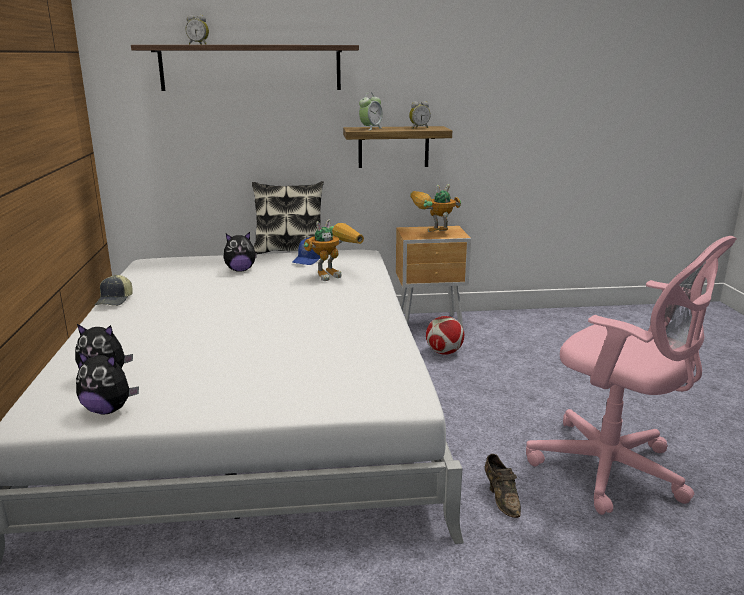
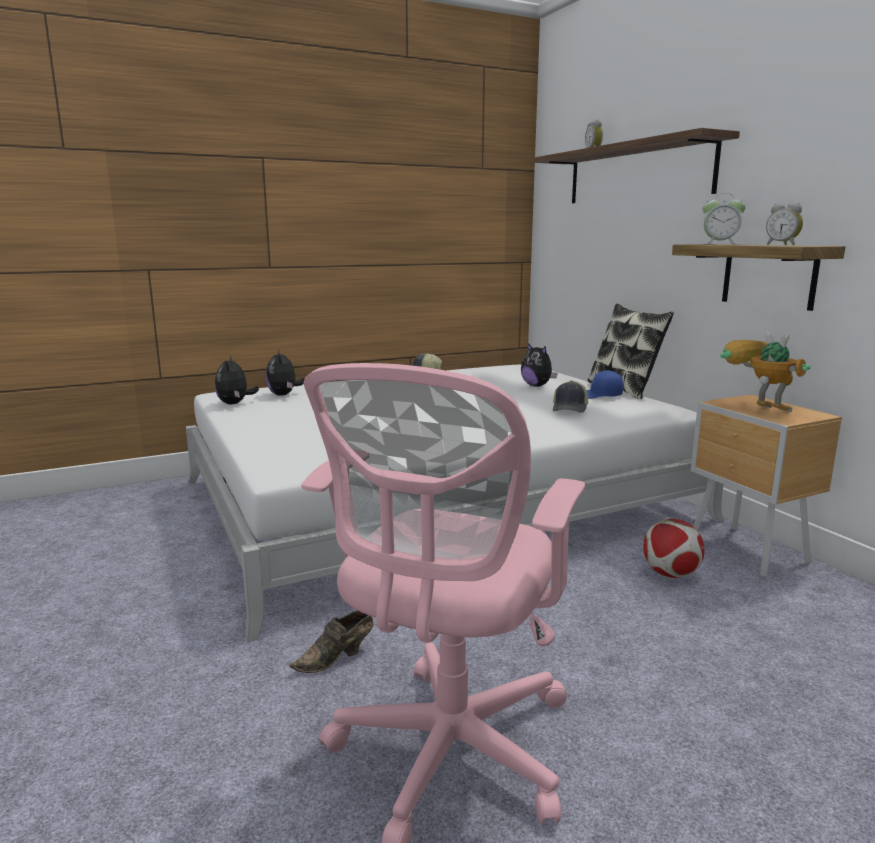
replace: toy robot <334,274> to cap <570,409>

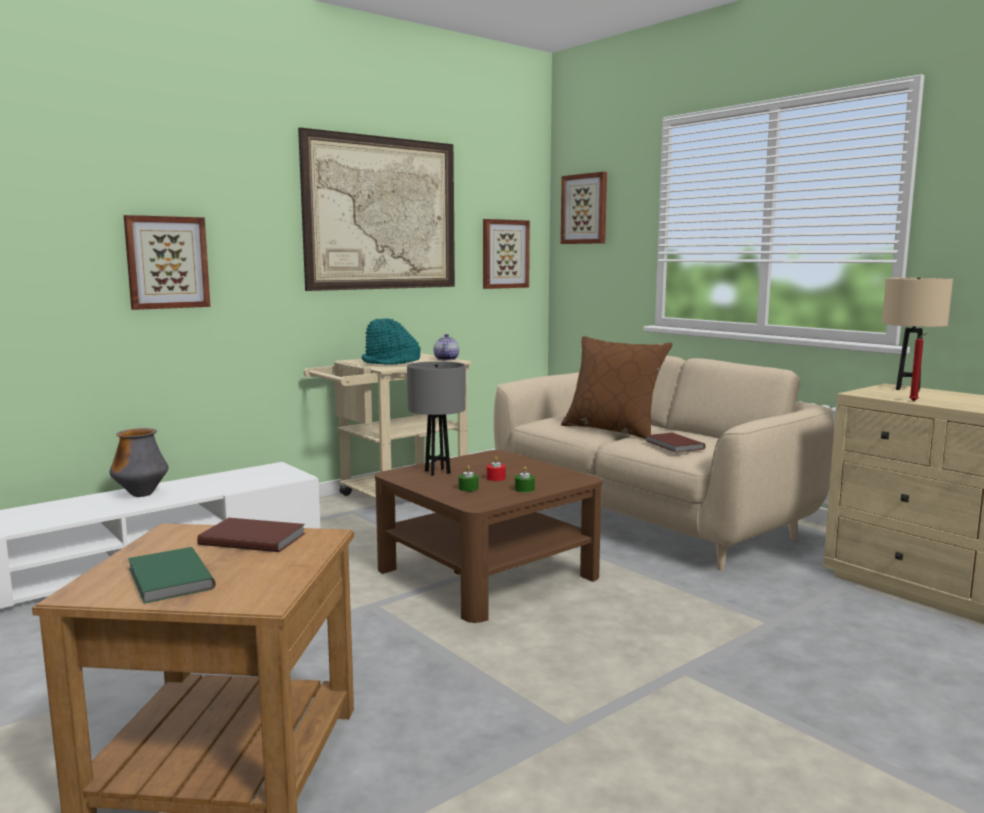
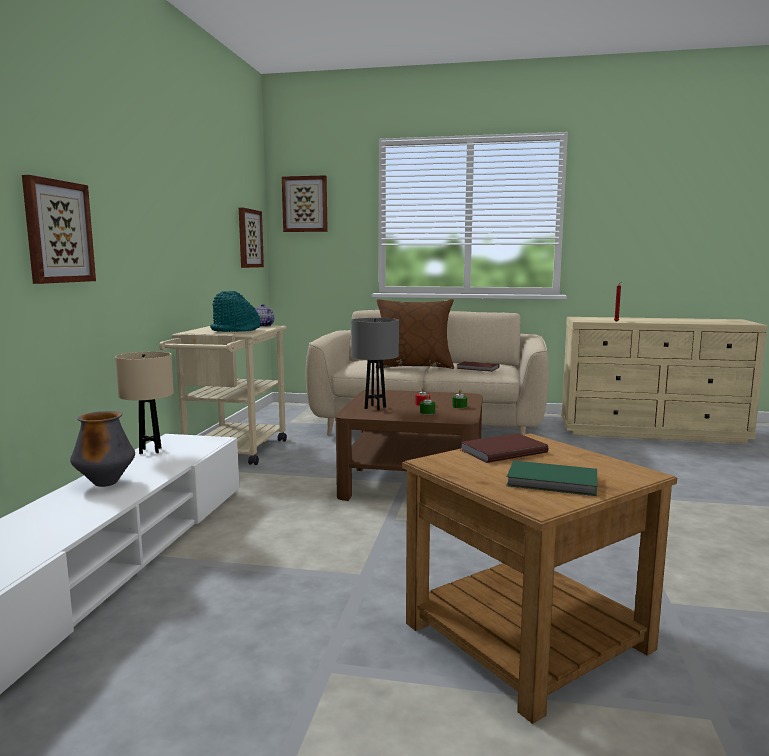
delete: picture <382,214>
move: table lamp (beige) <907,389> to <150,451>

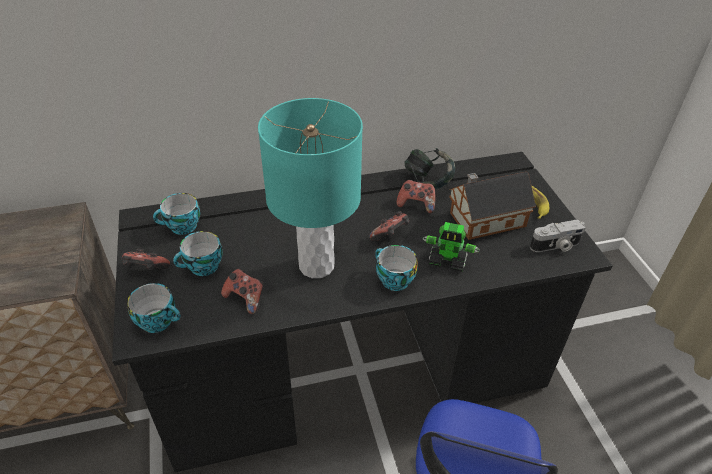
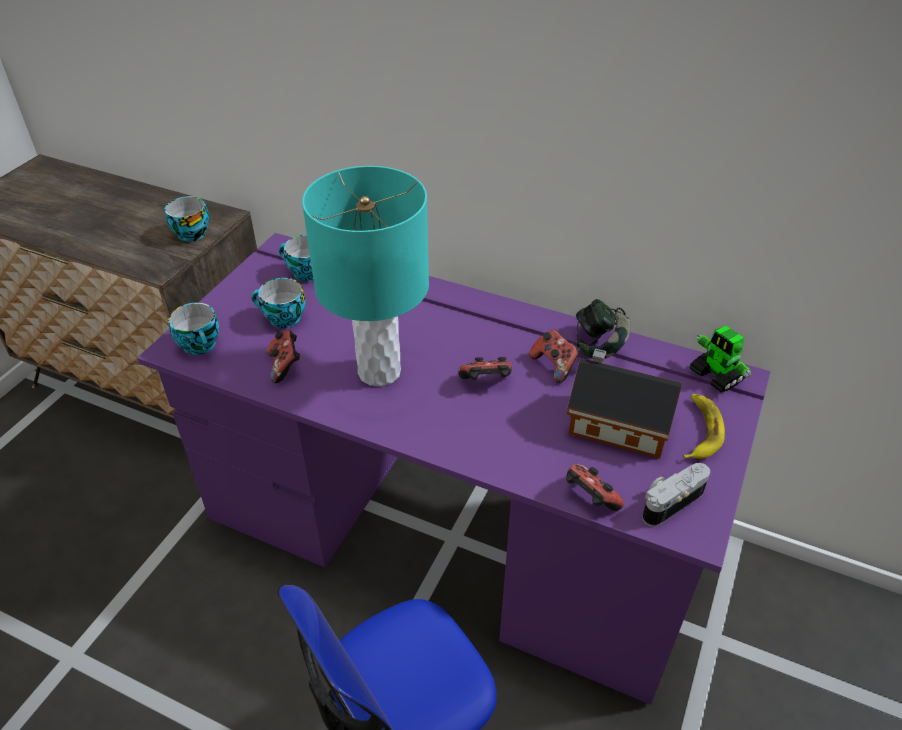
move: game controller <146,270> to <589,499>; cup <392,280> to <191,232>; toy robot <448,261> to <716,376>
recolor: desk (black) <353,364> to desk (purple) <451,529>
rotate: photo camera <555,246> = <670,501> 120 degrees clockwise

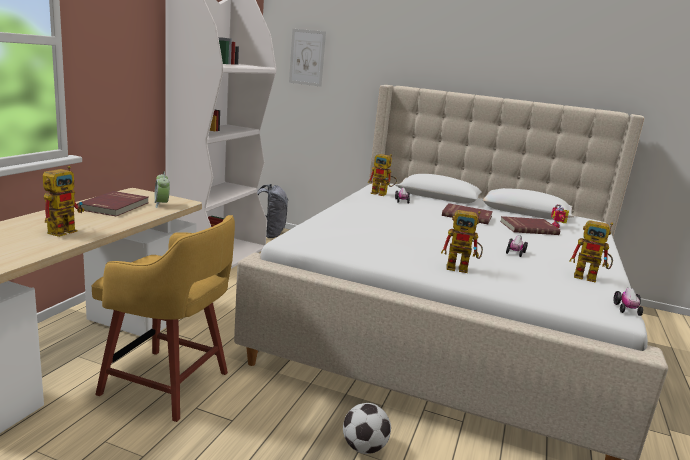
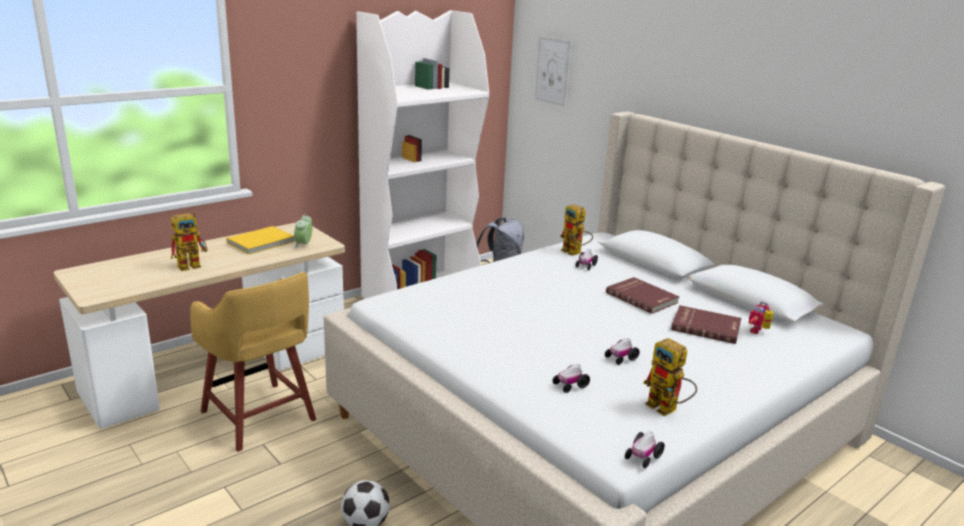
delete: toy robot <462,268>
insert: toy car <570,385>
recolor: book (red) <115,206> to book (yellow) <261,243>

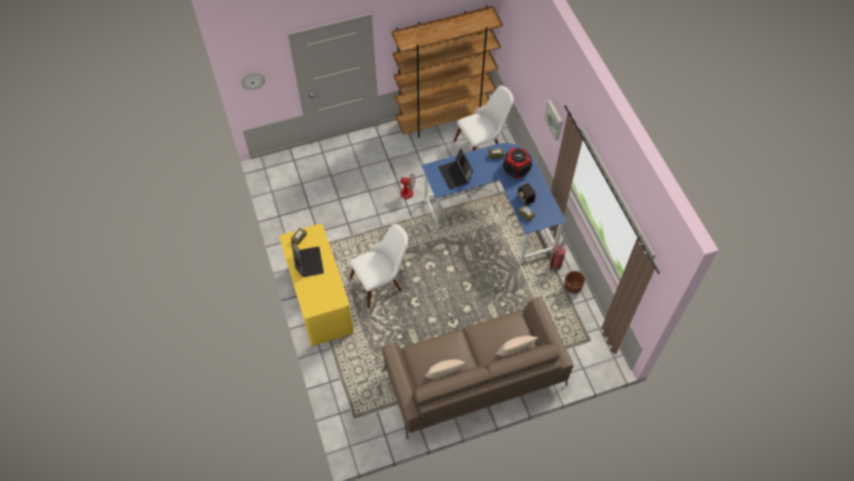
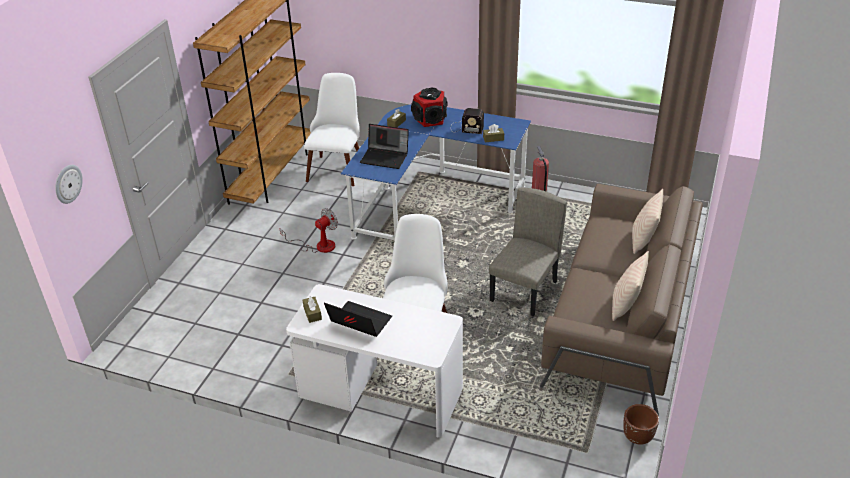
delete: picture <554,119>
insert: chair (beige) <524,291>
move: planter (brown) <572,288> to <638,437>
recolor: desk (yellow) <319,299> to desk (white) <379,394>

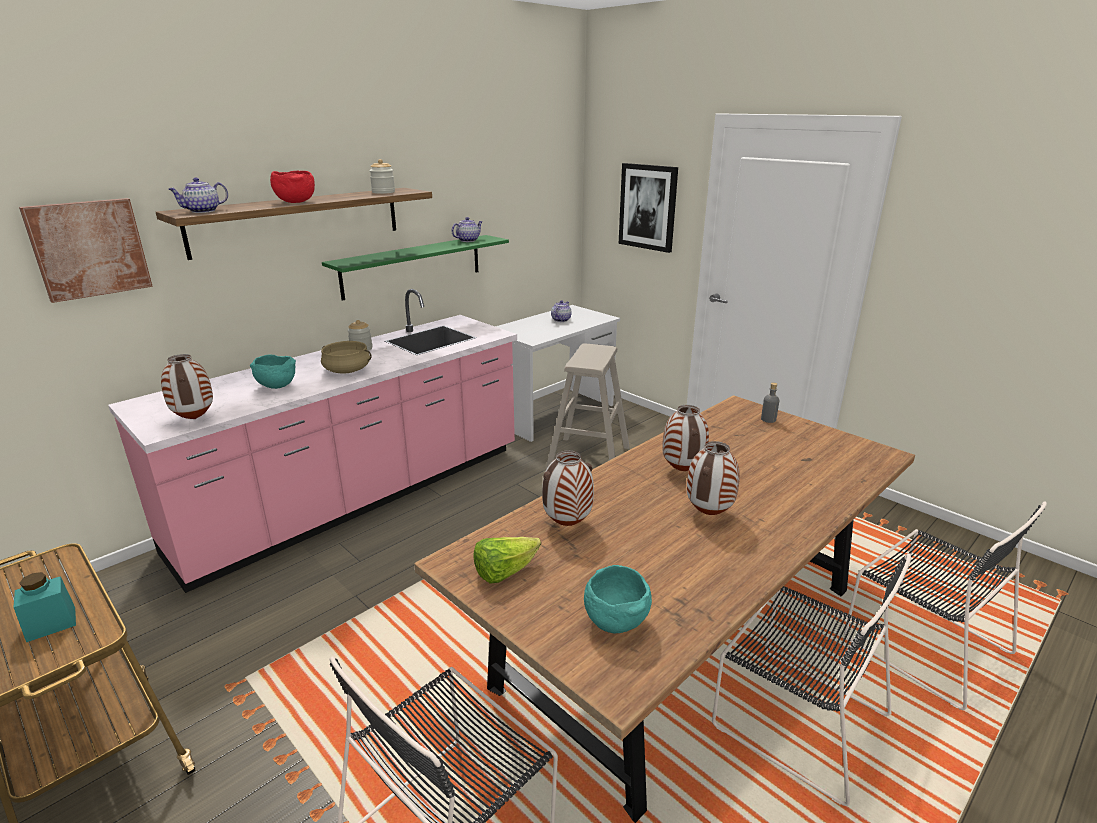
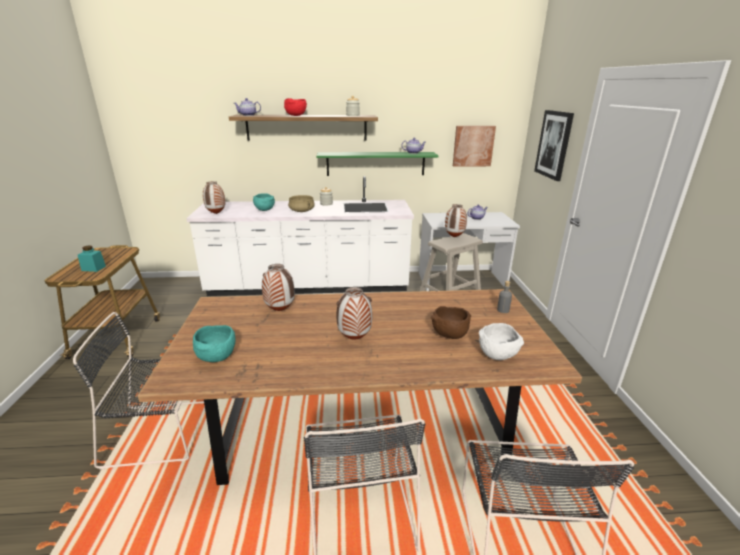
delete: lettuce <504,572>
insert: bowl (brown) <449,335>; bowl (white) <498,355>
move: picture <89,249> to <473,146>; vase <683,471> to <454,237>
recolor: counter (pink) <359,499> to counter (white) <309,286>

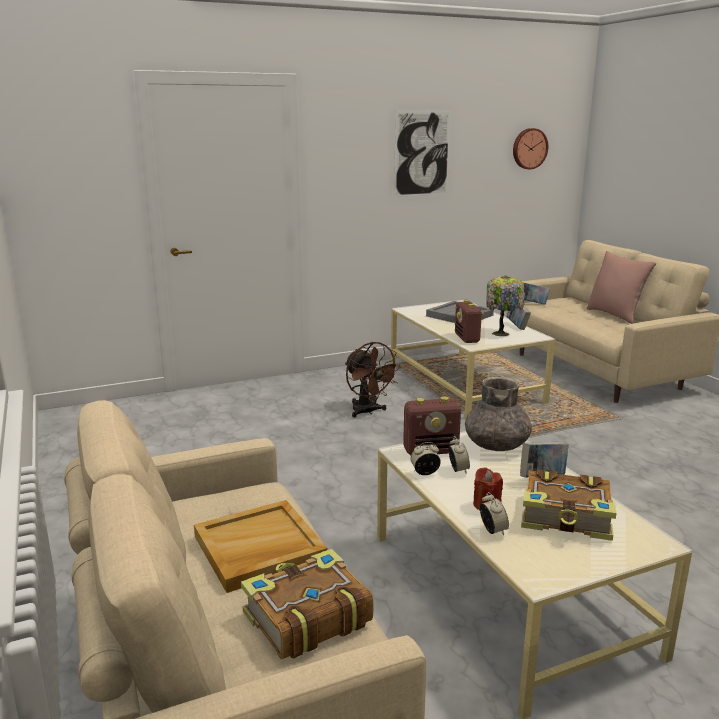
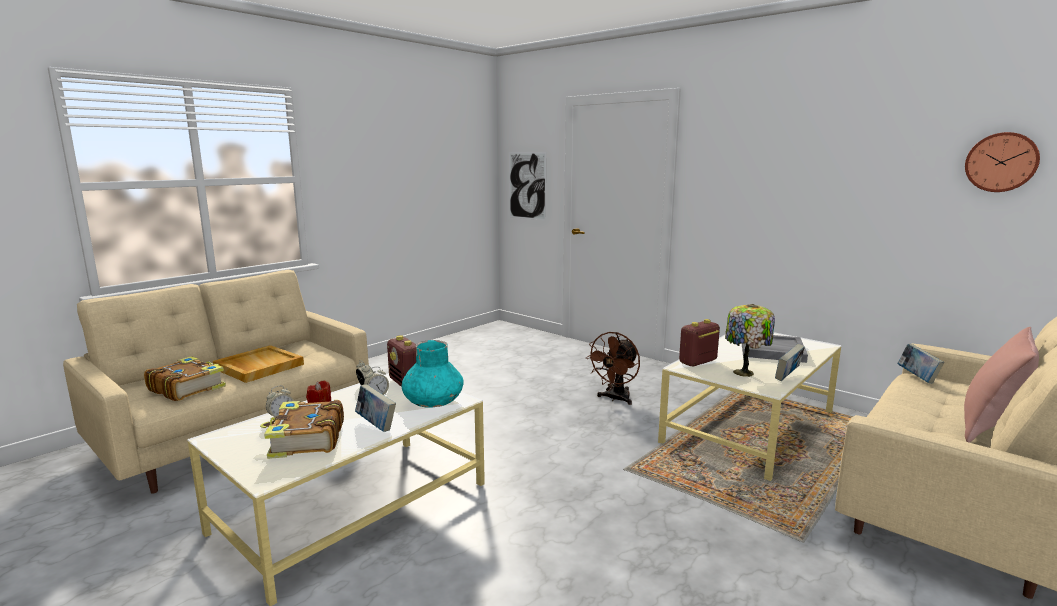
move: picture <422,153> to <527,185>
recolor: vase (grey) <496,444> to vase (turquoise) <433,402>

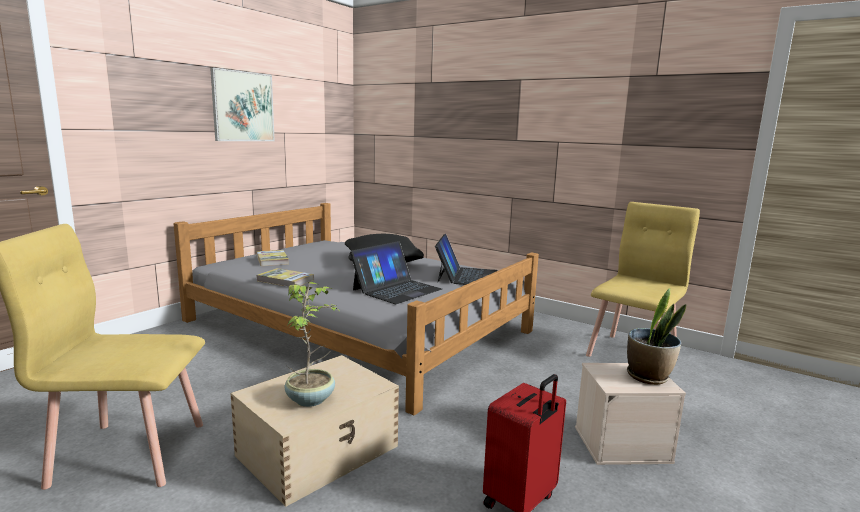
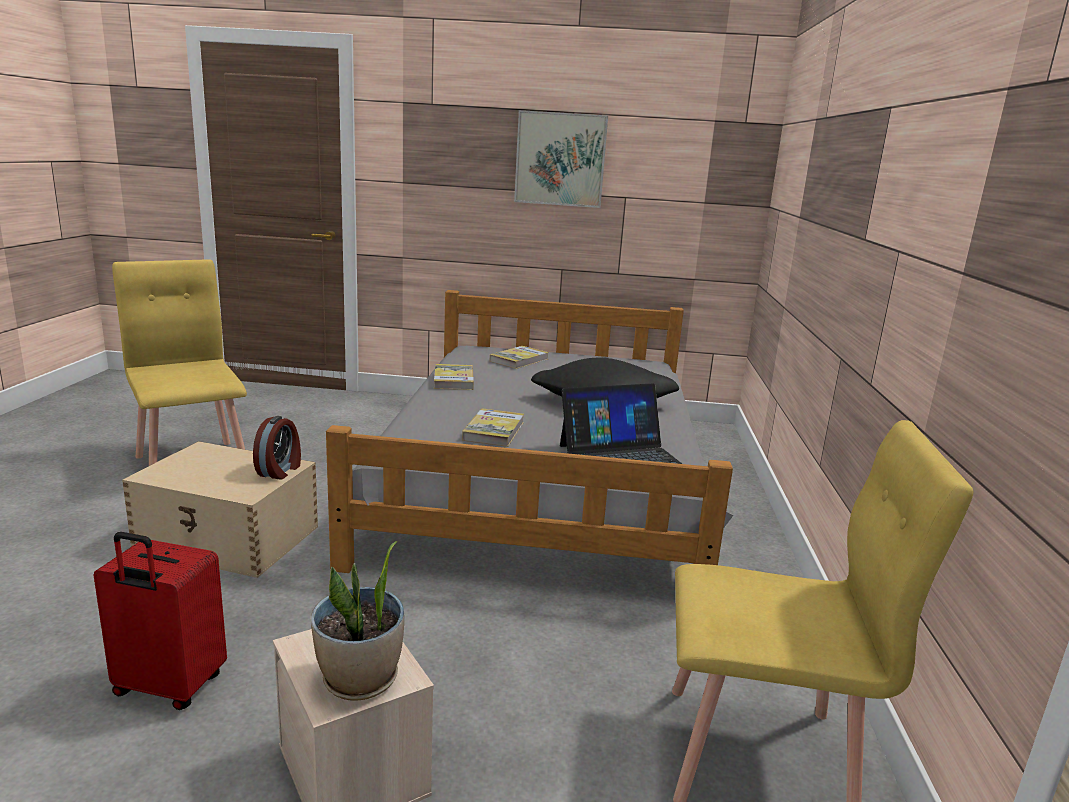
delete: potted plant <311,399>
insert: alarm clock <280,470>
replace: laptop <396,289> to book <494,431>

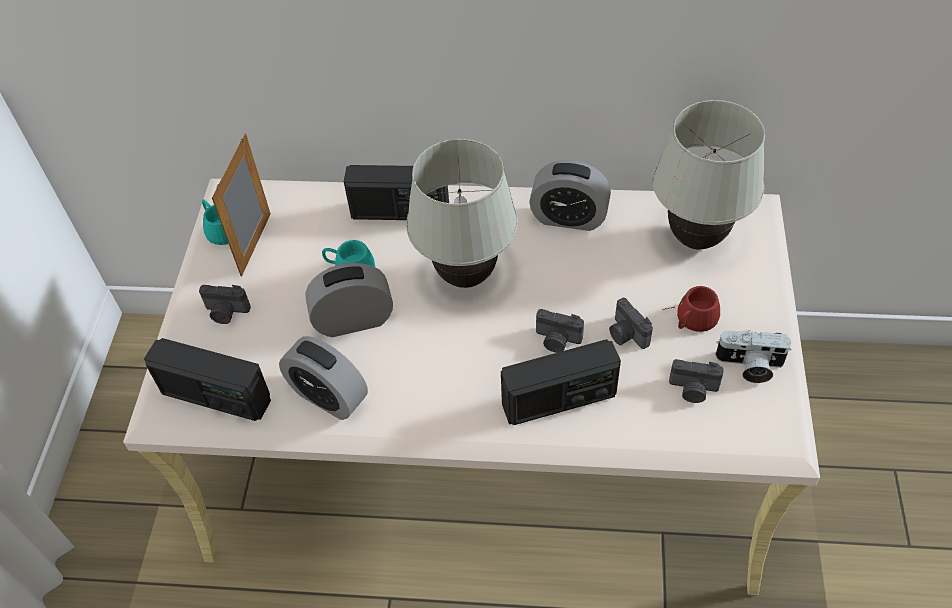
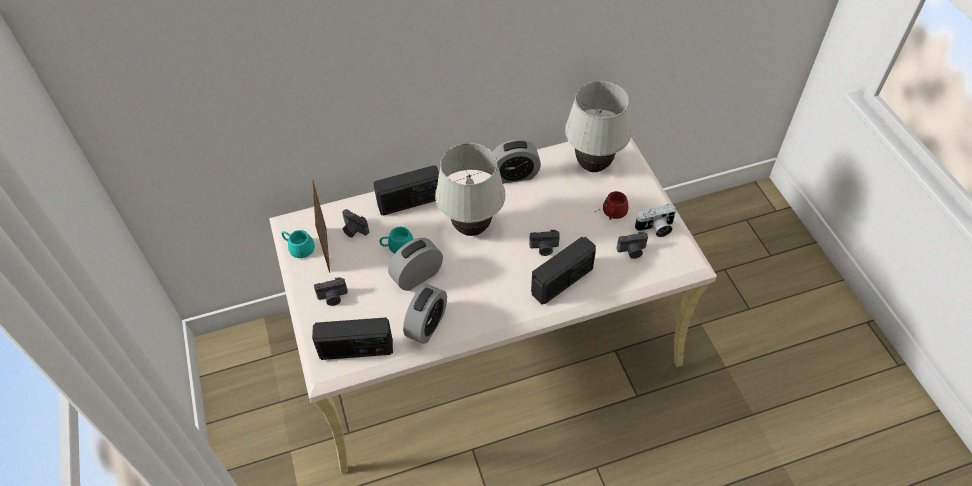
move: photo camera <626,334> to <354,230>
rotate: alarm clock <328,396> = <427,325> 75 degrees counterclockwise

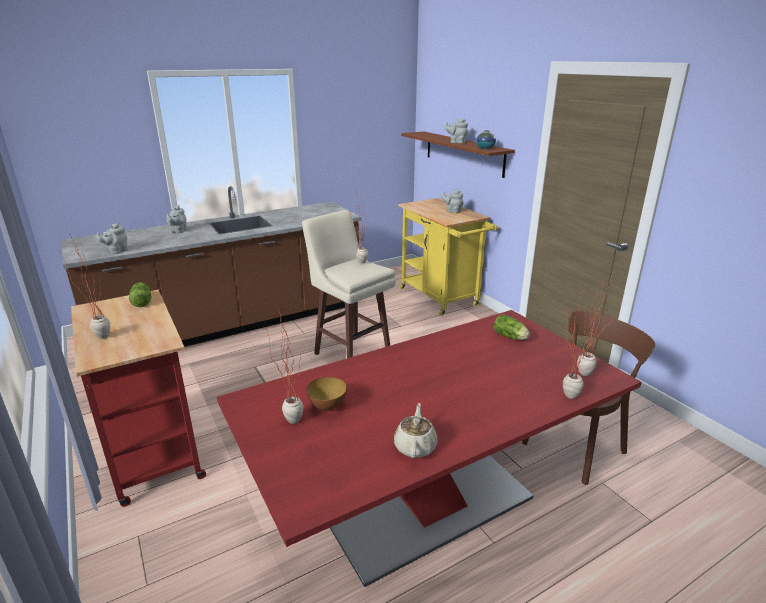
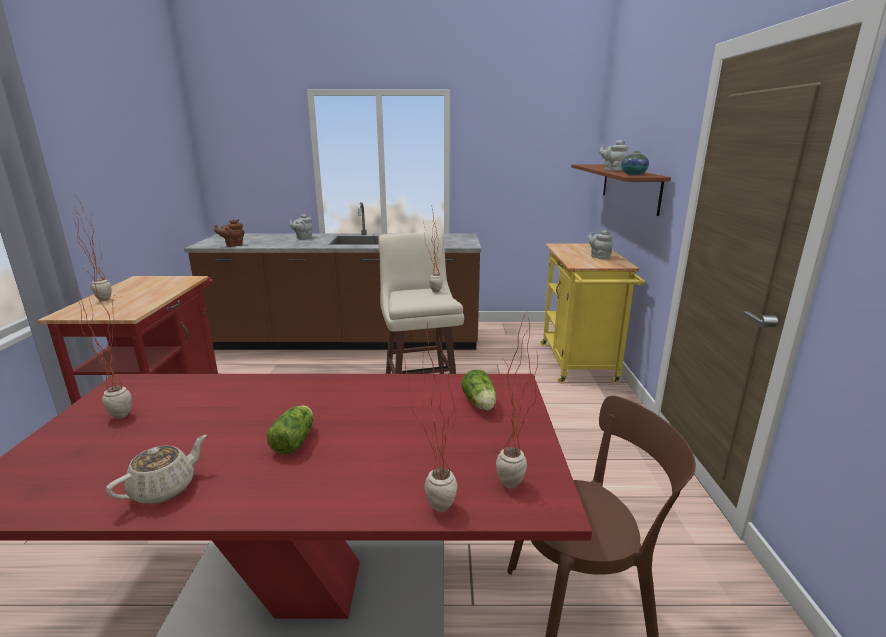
delete: bowl <327,406>
move: lettuce <142,301> to <295,440>
recolor: teapot (grey) <116,251> to teapot (brown) <233,245>

